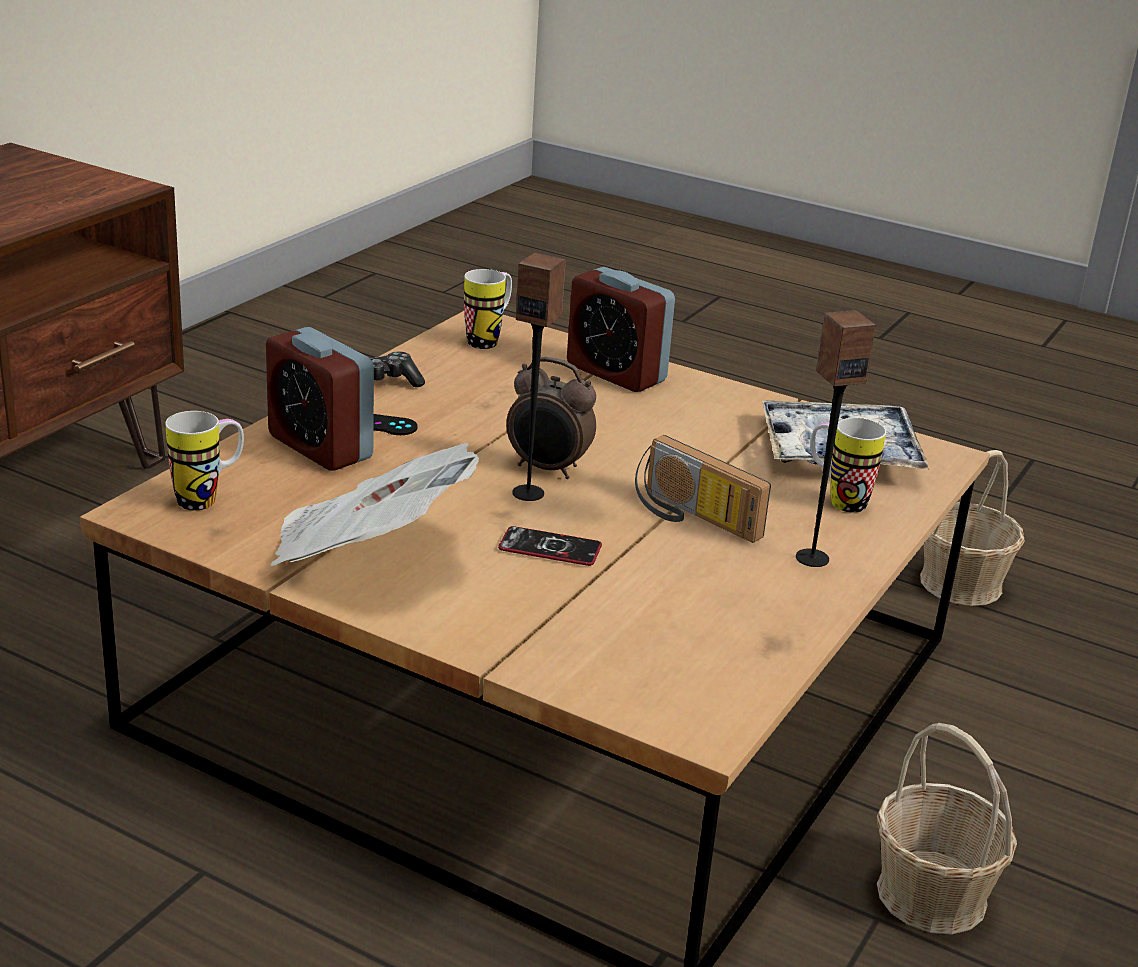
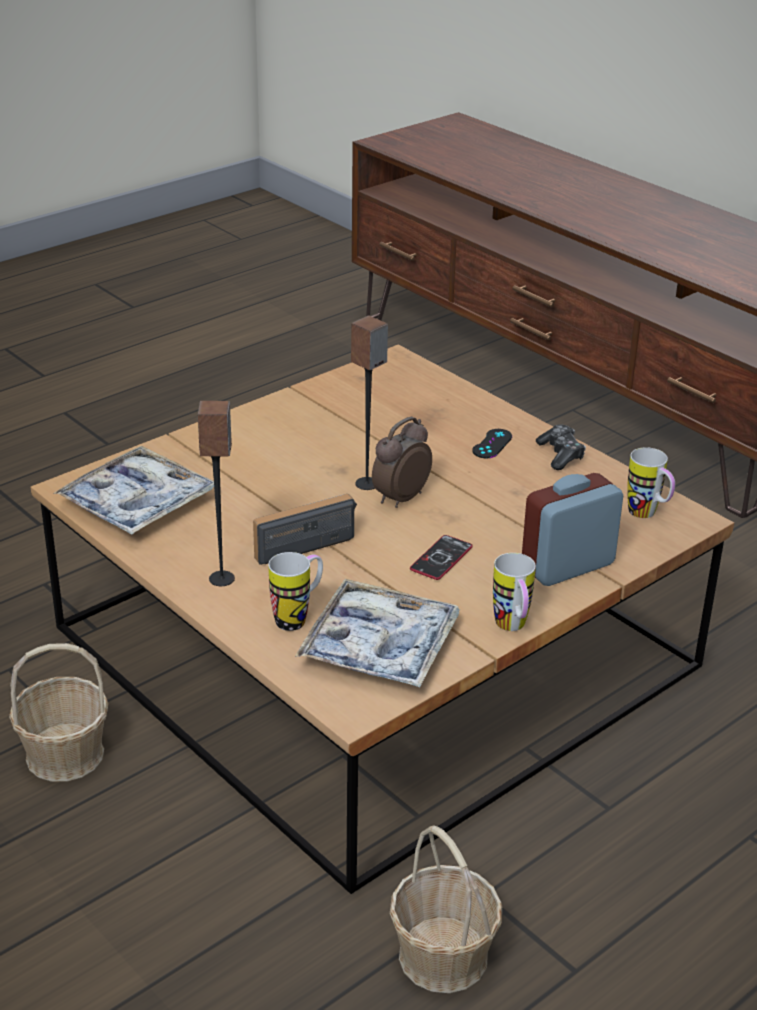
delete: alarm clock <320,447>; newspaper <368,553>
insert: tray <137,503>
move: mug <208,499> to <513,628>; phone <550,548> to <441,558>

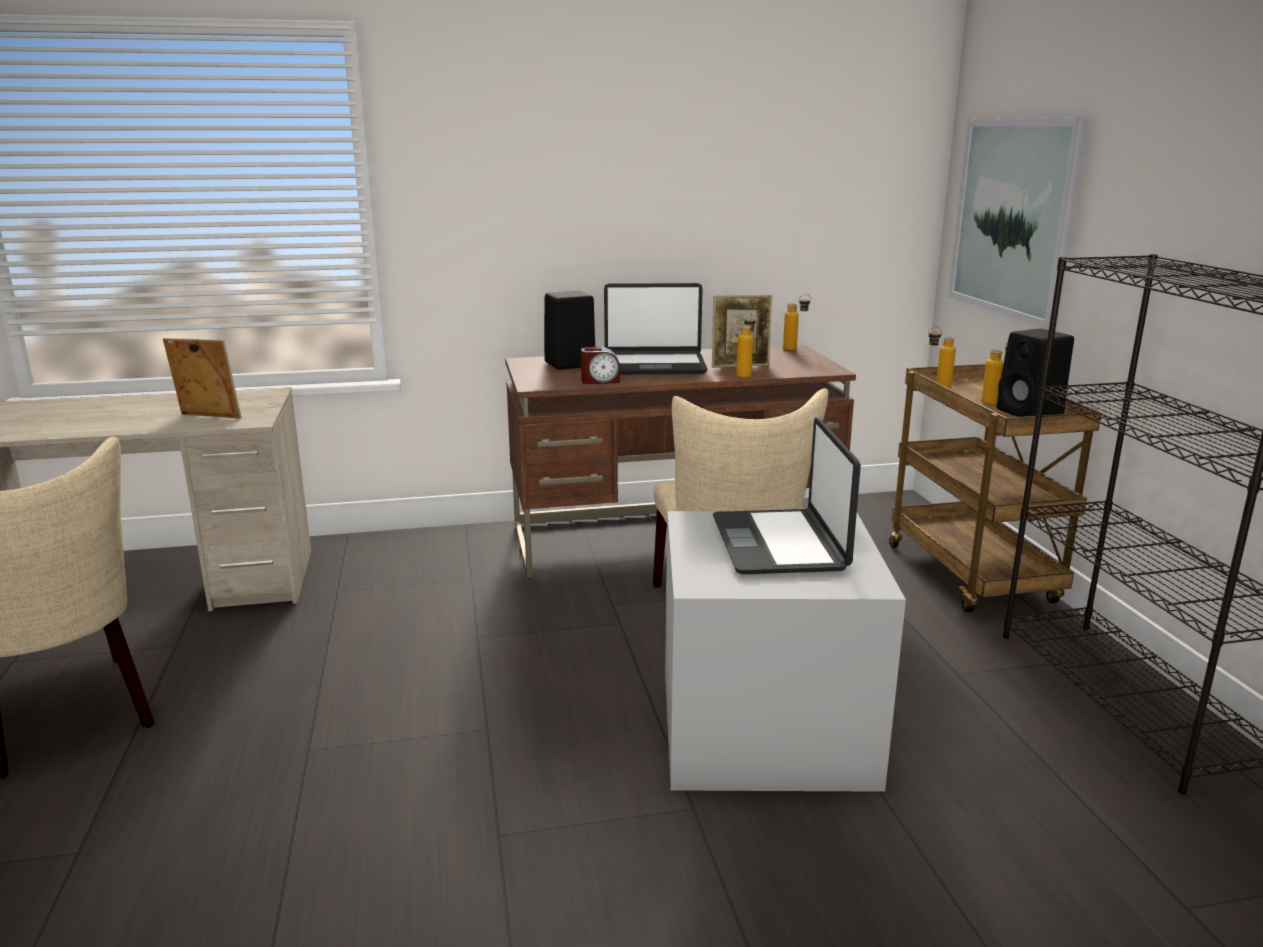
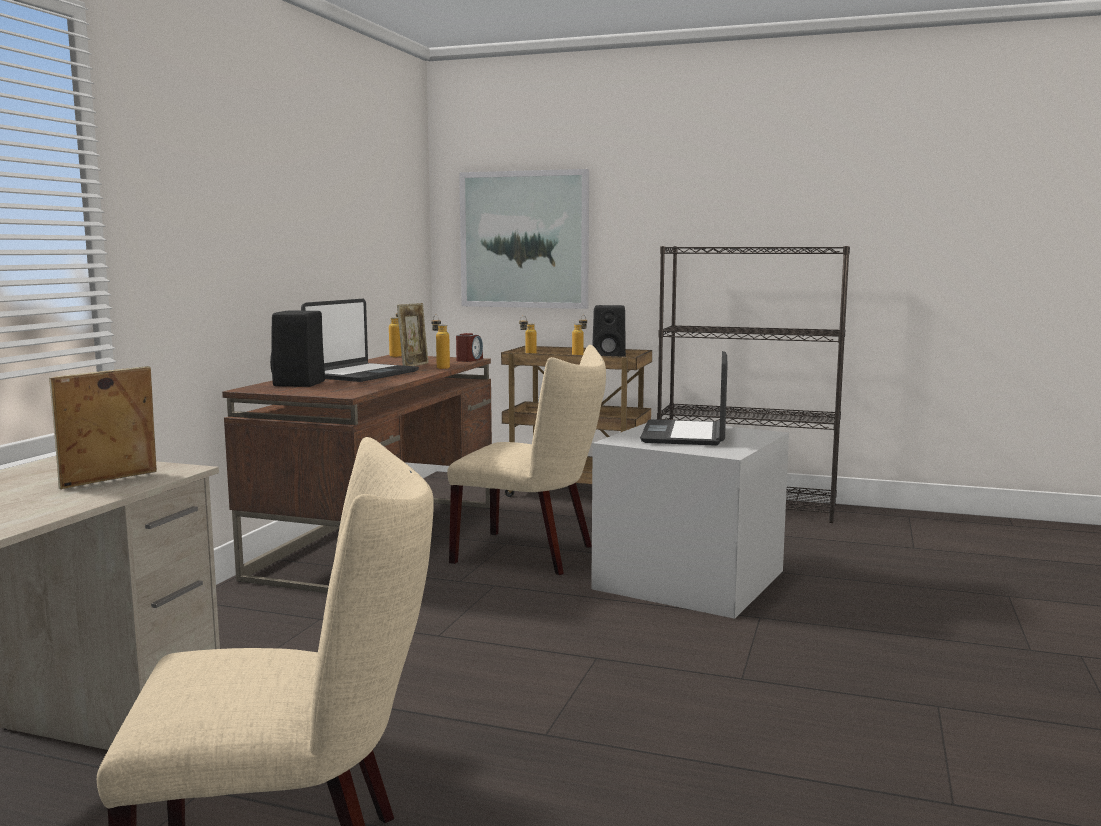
move: alarm clock <600,381> to <469,360>
rotate: laptop <780,544> = <686,435> 75 degrees clockwise

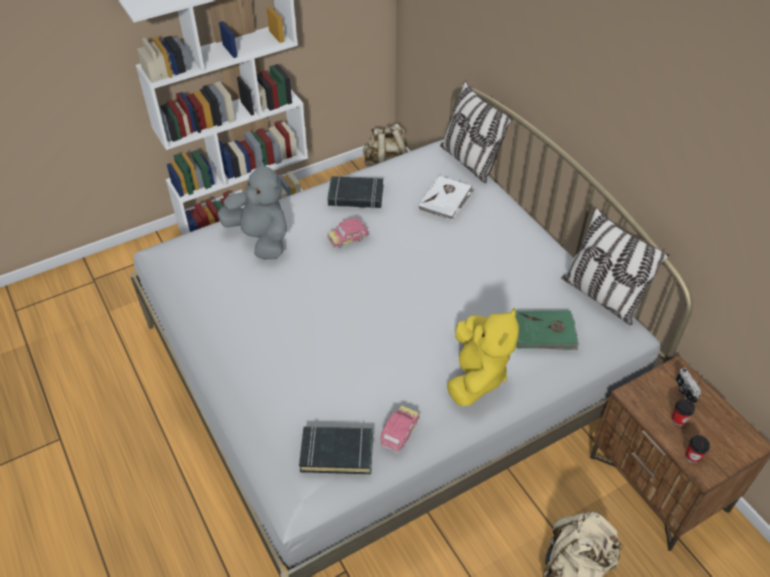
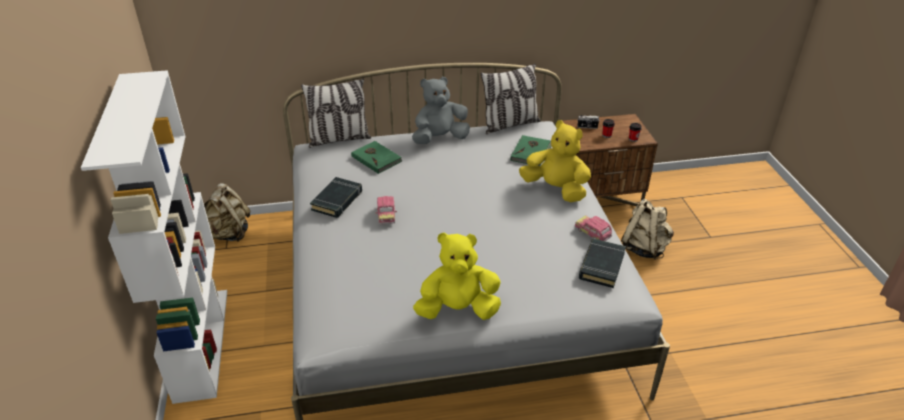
insert: plush toy (yellow) <458,309>
move: plush toy (grey) <260,239> to <440,138>
recolor: book (white) <446,200> to book (green) <377,158>

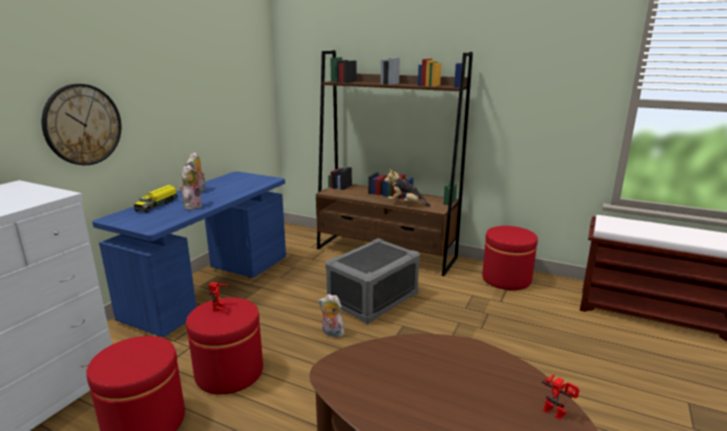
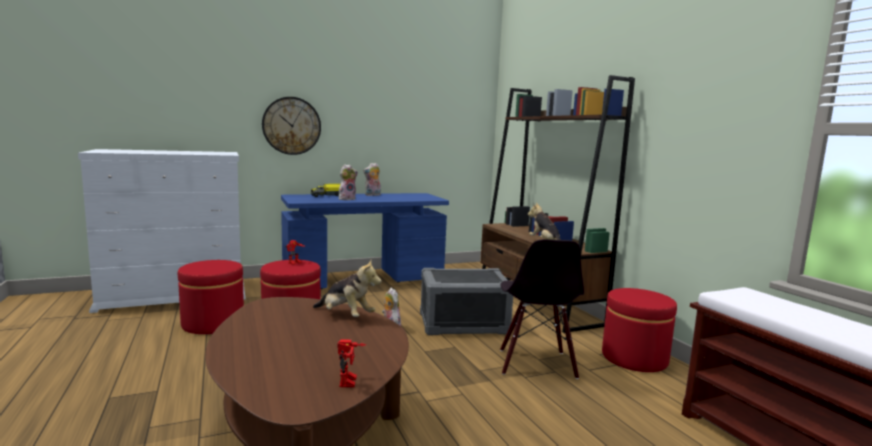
insert: plush toy <345,316>; chair (black) <535,363>

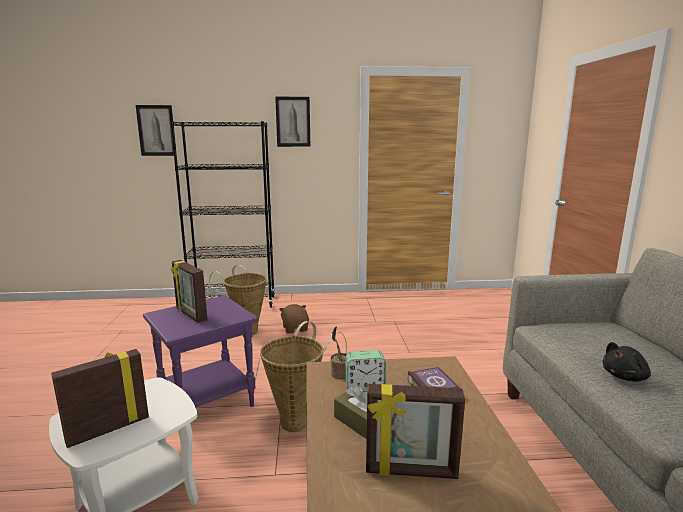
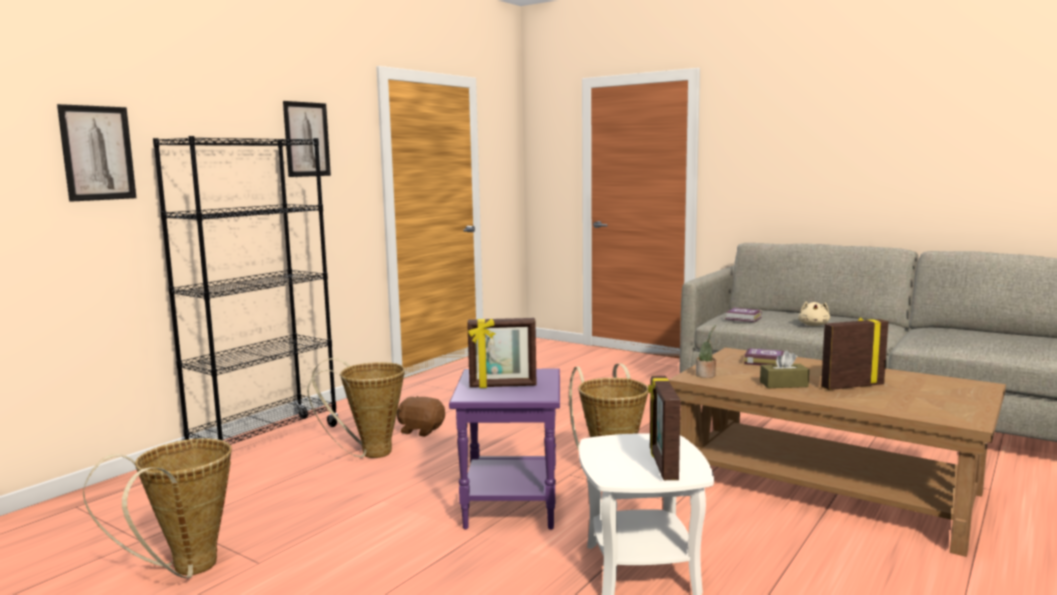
delete: alarm clock <364,386>
insert: basket <185,570>; book <744,318>
recolor: plush toy (black) <625,377> to plush toy (beige) <813,325>
rotate: picture frame <411,472> = <851,386> 150 degrees counterclockwise

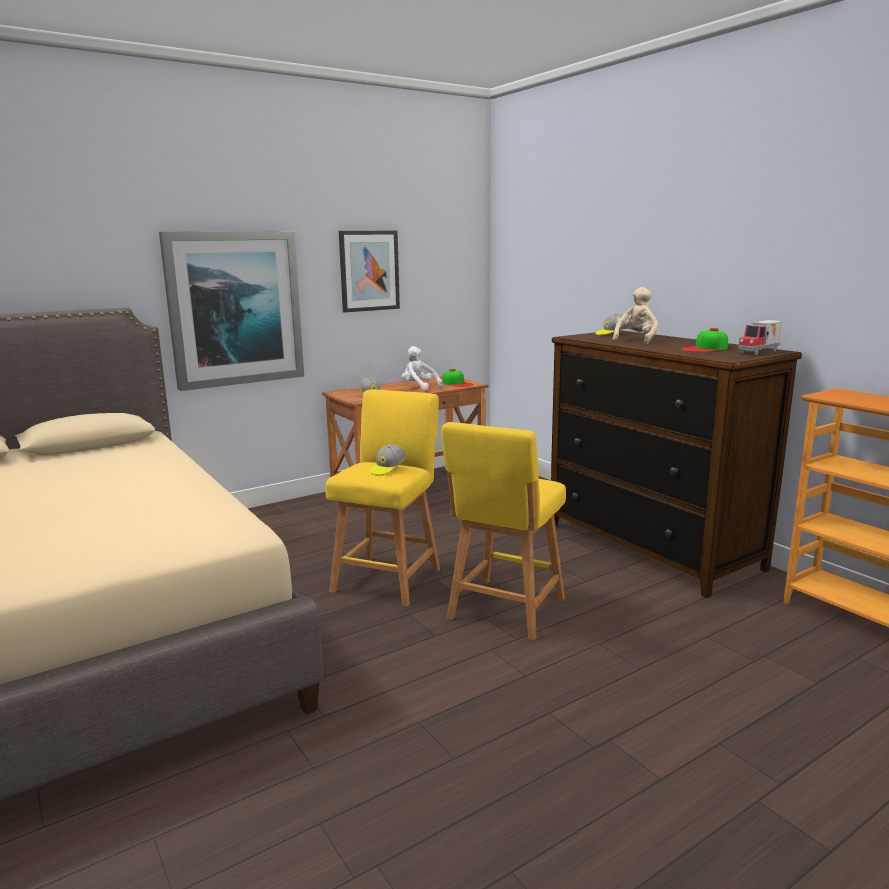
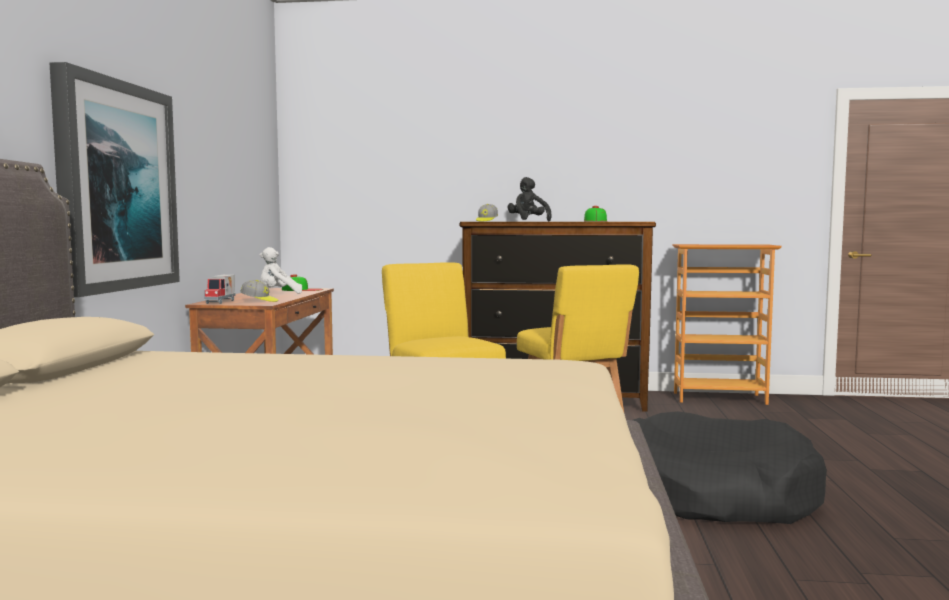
delete: picture <369,271>; cap <387,469>
insert: dog bed (black) <711,494>
move: toy truck <760,352> to <222,302>
recolor: plush toy (beige) <635,340> to plush toy (black) <528,221>

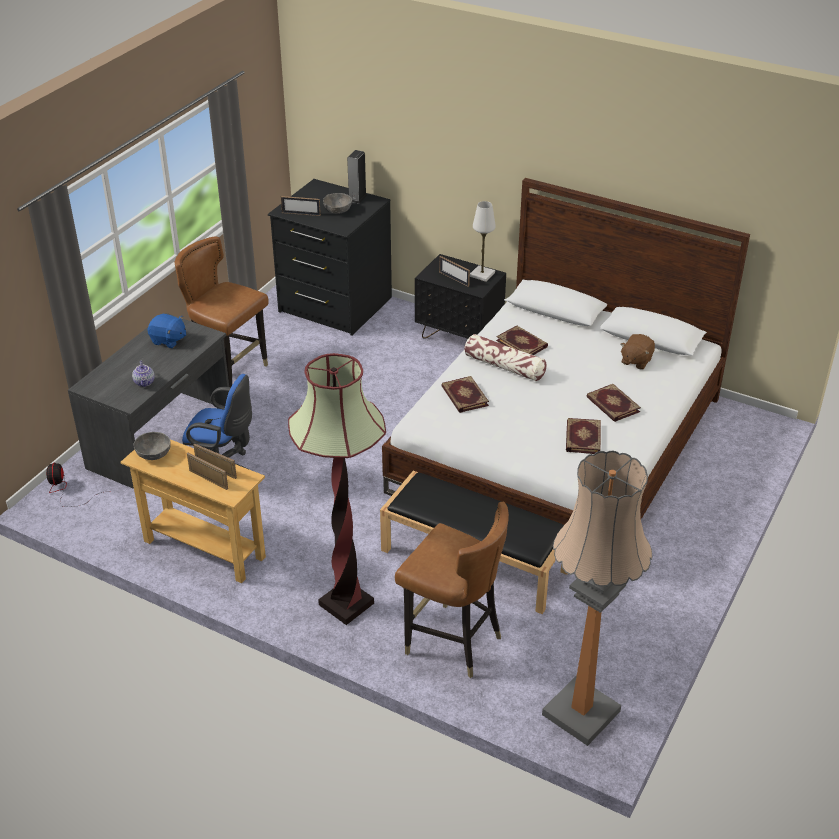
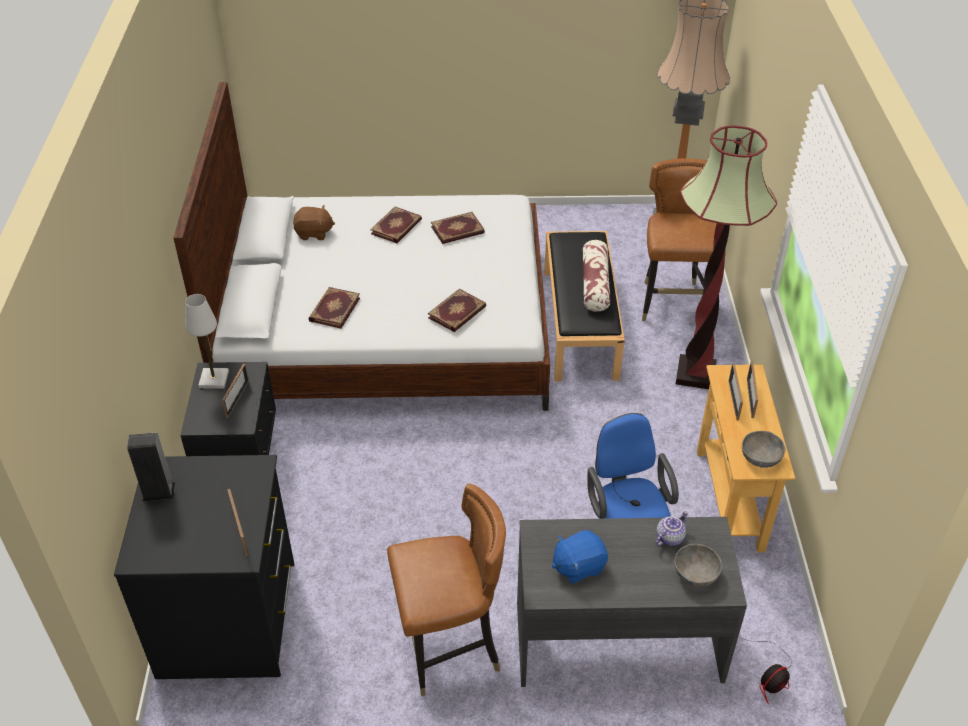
move: bowl (grey) <338,210> to <695,574>; pillow <504,366> to <595,284>
rotate: plush toy (blue) <168,340> = <578,566> 105 degrees counterclockwise; chair (brown) <229,372> = <449,650> 105 degrees counterclockwise

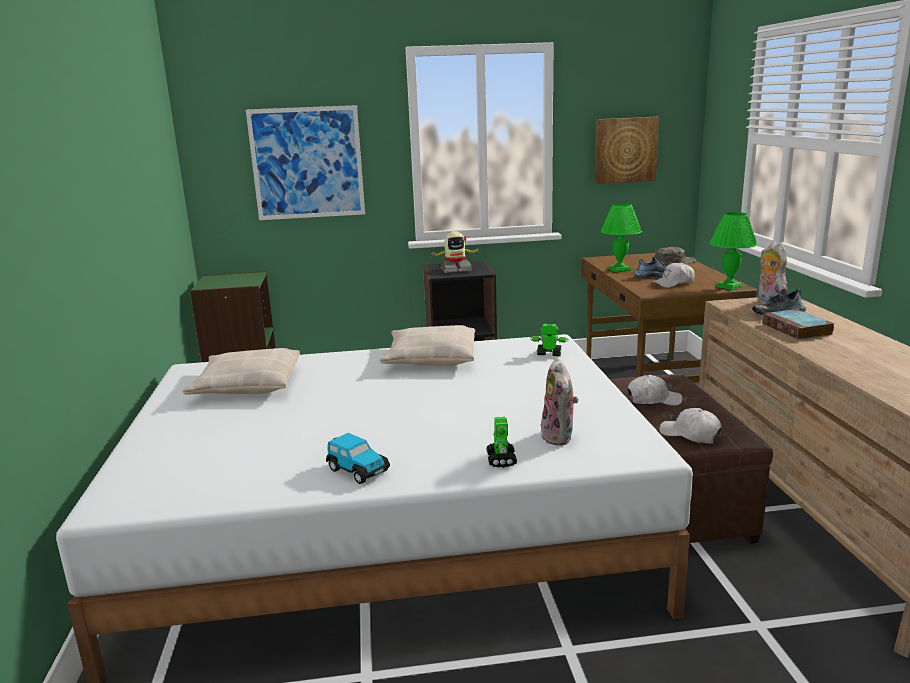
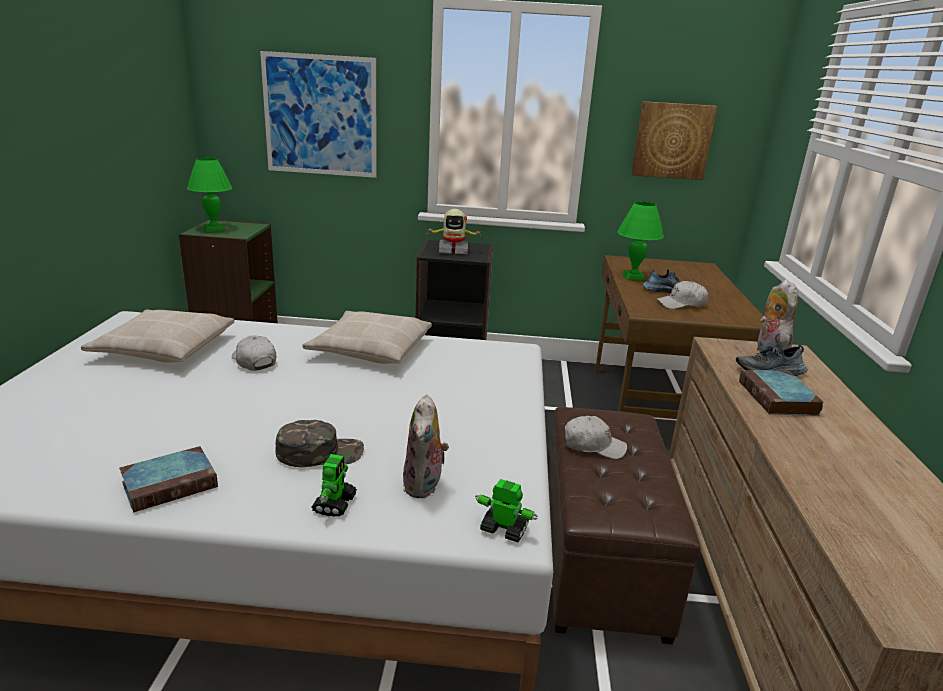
move: toy robot <549,354> to <503,529>; cap (green) <674,262> to <320,452>; cap (white) <690,435> to <254,361>; table lamp (green) <729,286> to <214,229>
replace: toy car <357,470> to book <171,483>

